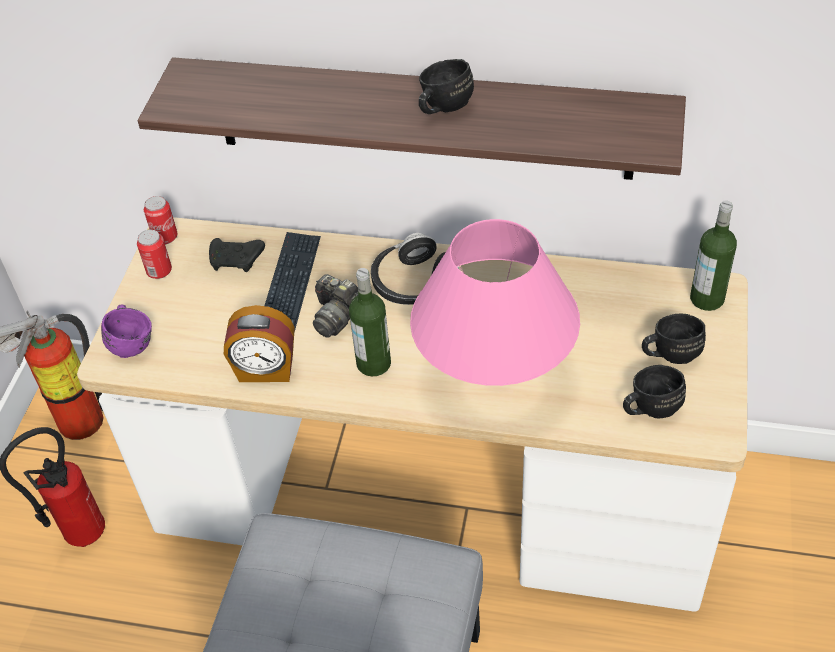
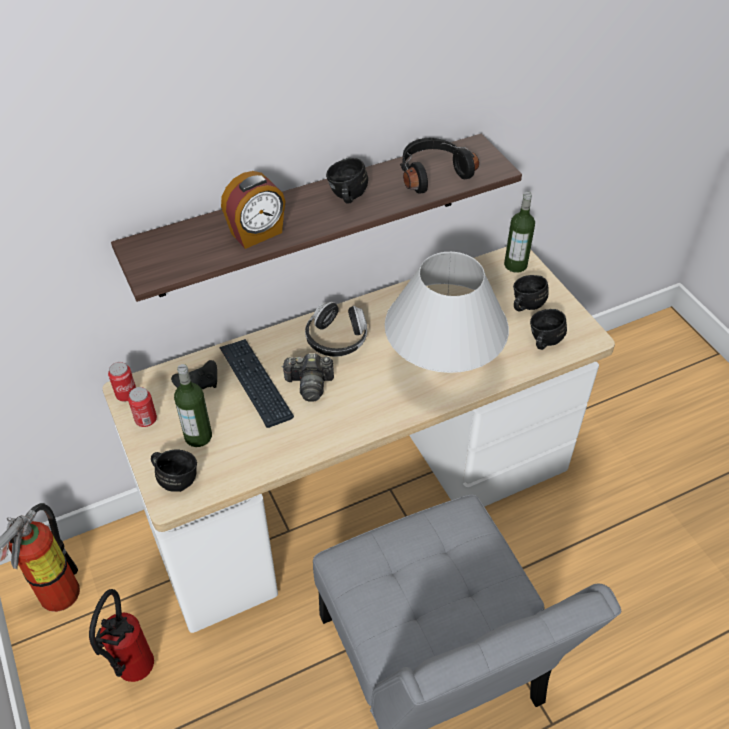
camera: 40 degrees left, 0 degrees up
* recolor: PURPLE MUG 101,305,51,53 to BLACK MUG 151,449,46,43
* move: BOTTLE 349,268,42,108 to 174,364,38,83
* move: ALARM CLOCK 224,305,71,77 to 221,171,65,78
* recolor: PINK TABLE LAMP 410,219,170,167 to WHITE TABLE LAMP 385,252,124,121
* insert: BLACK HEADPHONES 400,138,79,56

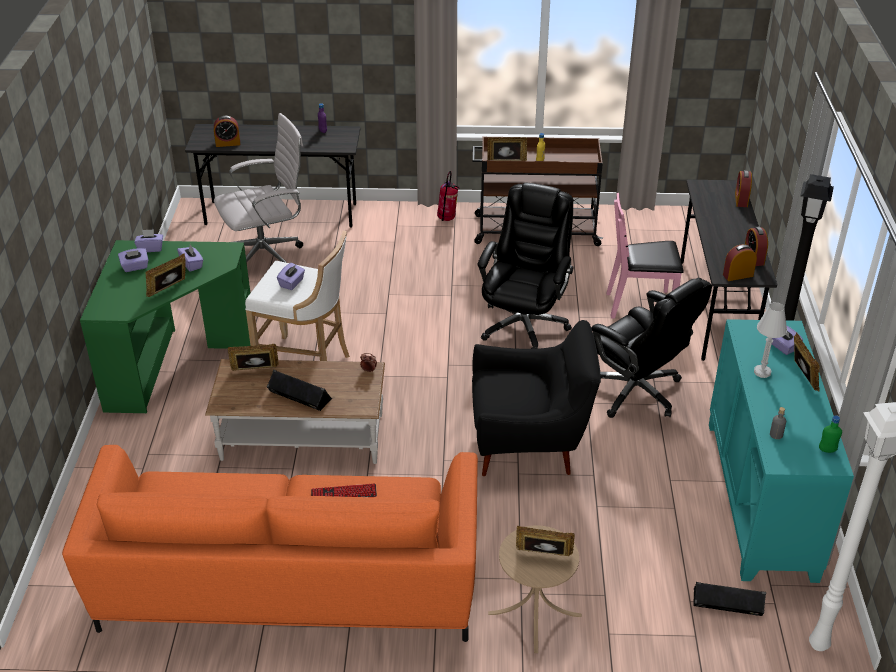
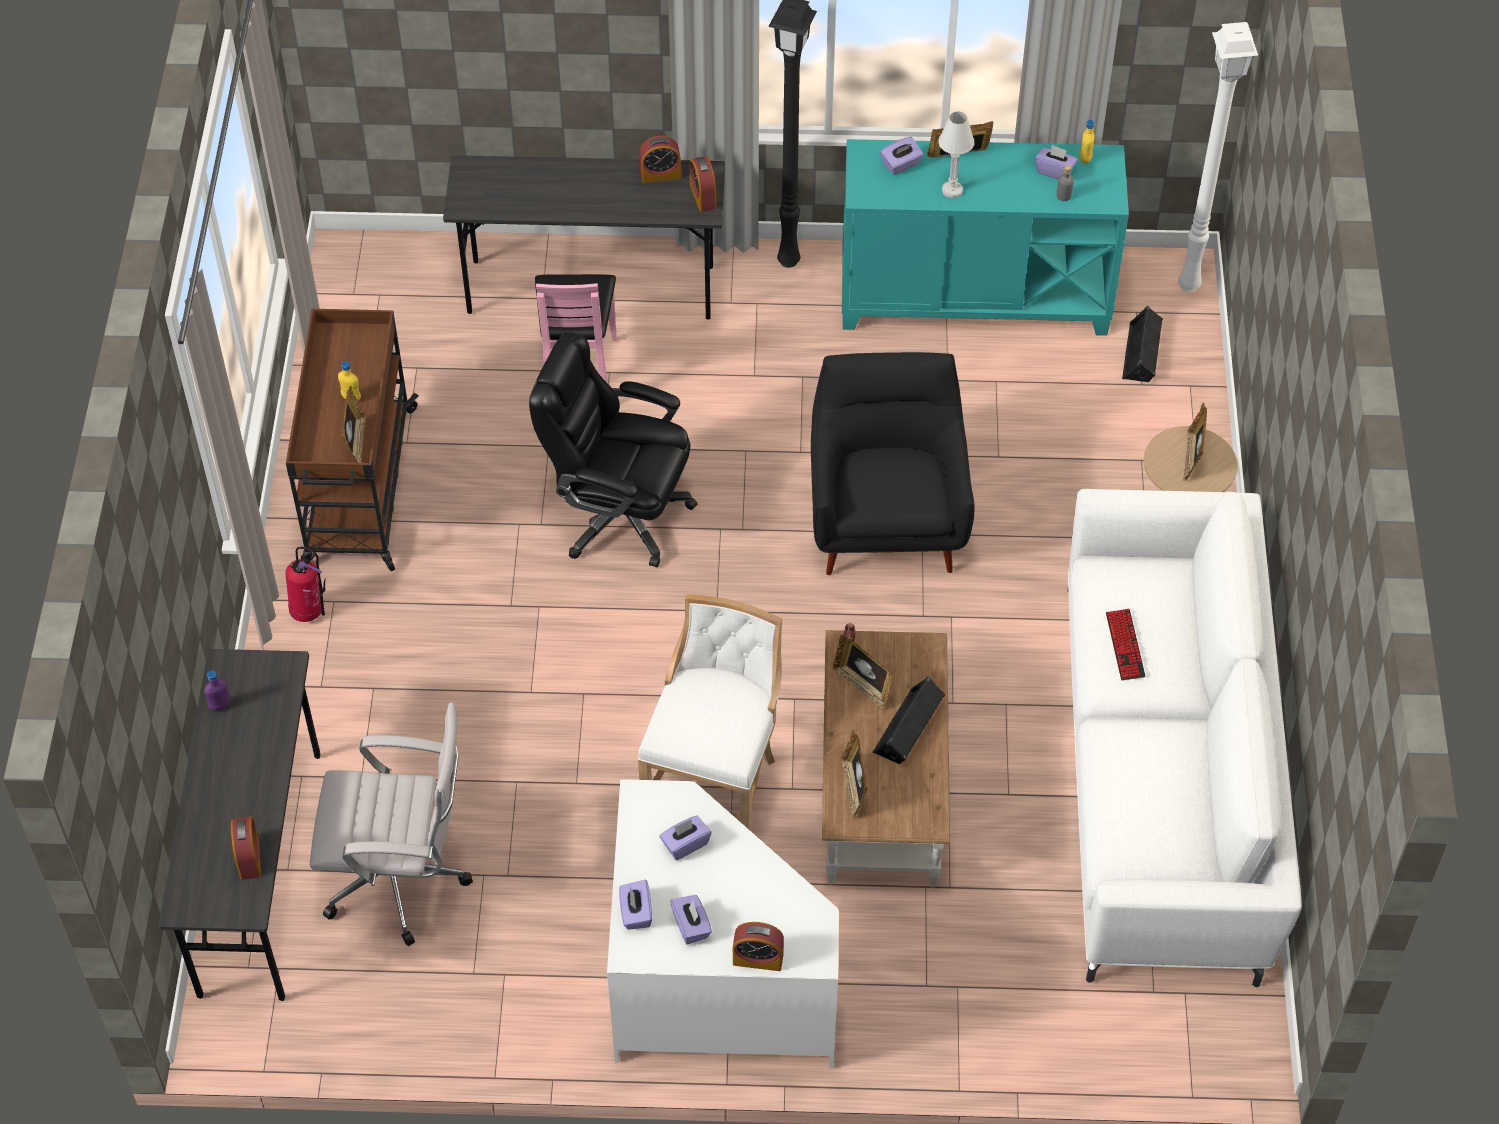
camera: 90 degrees left, 15 degrees up
* rotate: WHITE OFFICE CHAIR 214,113,89,150 = 310,703,163,243 120 degrees clockwise
* recolor: GREEN DESK 80,240,170,173 to WHITE DESK 607,779,232,290
* move: ALARM CLOCK 735,170,17,37 to 733,922,51,49
* move: PICTURE FRAME 145,253,41,44 to 833,635,59,75
* move: PURPLE TISSUE BOX 277,263,28,27 to 1035,145,43,34
* recolor: ORANGE SOFA 62,445,416,197 to WHITE SOFA 1067,489,235,498
* recolor: GREEN BOTTLE 819,415,23,38 to YELLOW BOTTLE 1080,120,15,44
* delete: BLACK OFFICE CHAIR 592,278,120,140

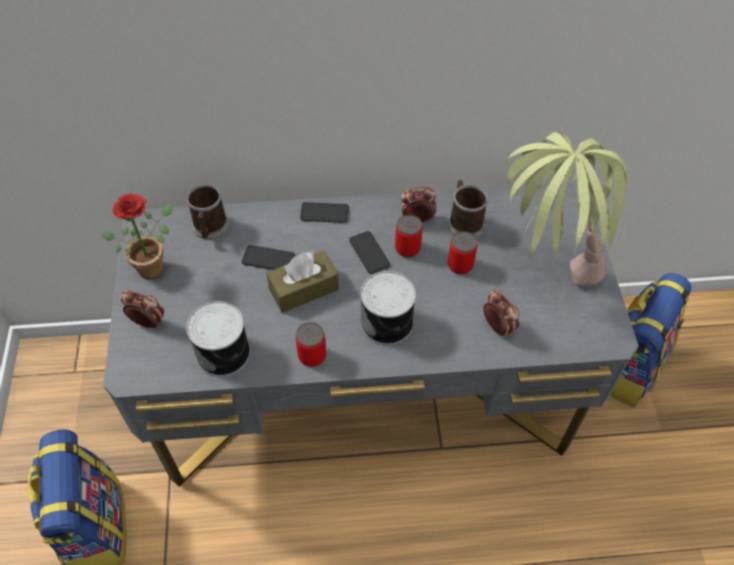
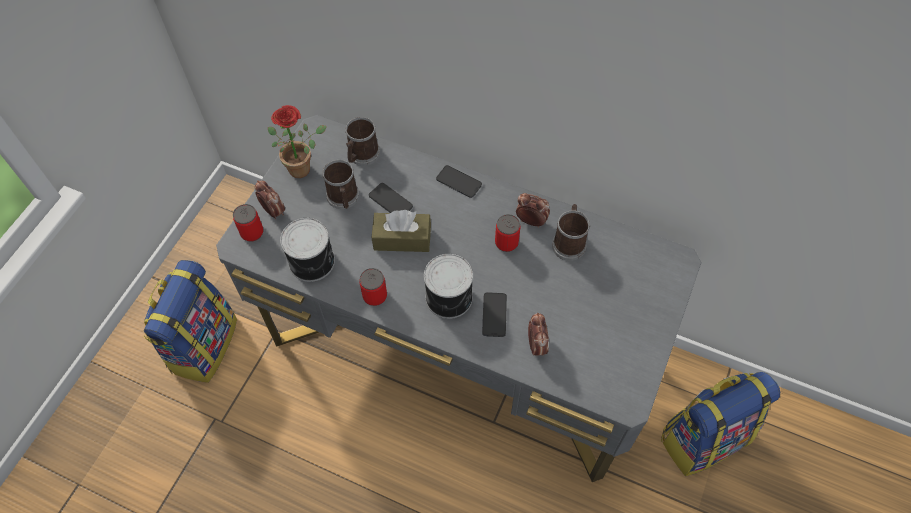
camera: 30 degrees right, 5 degrees up
* move: CAN 448,231,29,43 to 233,204,30,38
* insert: MUG 323,160,37,49
* move: PHONE 349,231,41,43 to 482,292,25,45
* delete: POTTED PLANT 505,132,124,154

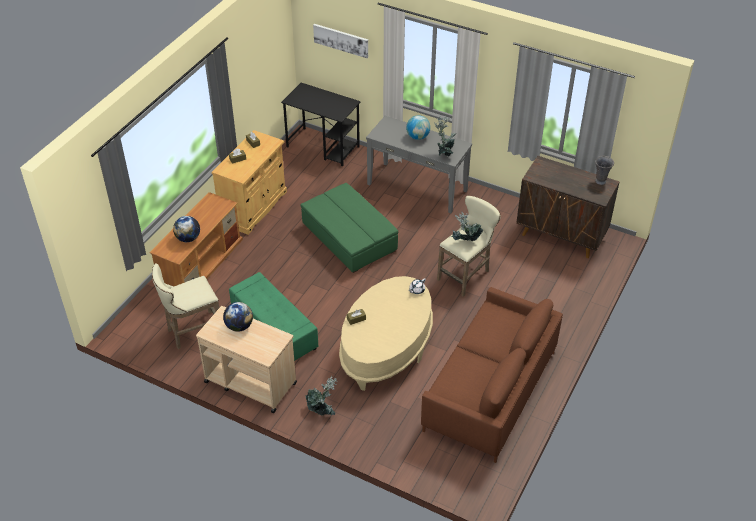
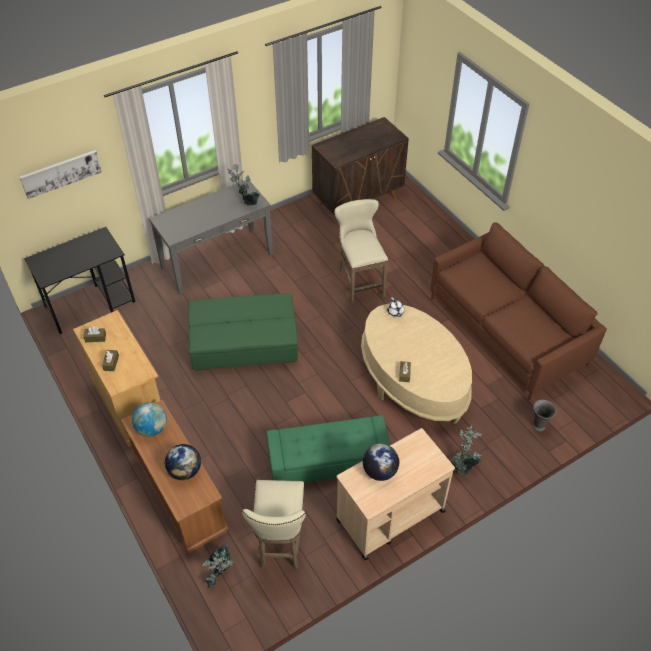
camera: 60 degrees left, 5 degrees up
* move: GLOBE 406,115,24,25 to 132,402,35,35
* move: POTTED PLANT 451,212,32,29 to 202,545,32,43
* move: GREY VASE 595,156,19,29 to 532,400,24,32

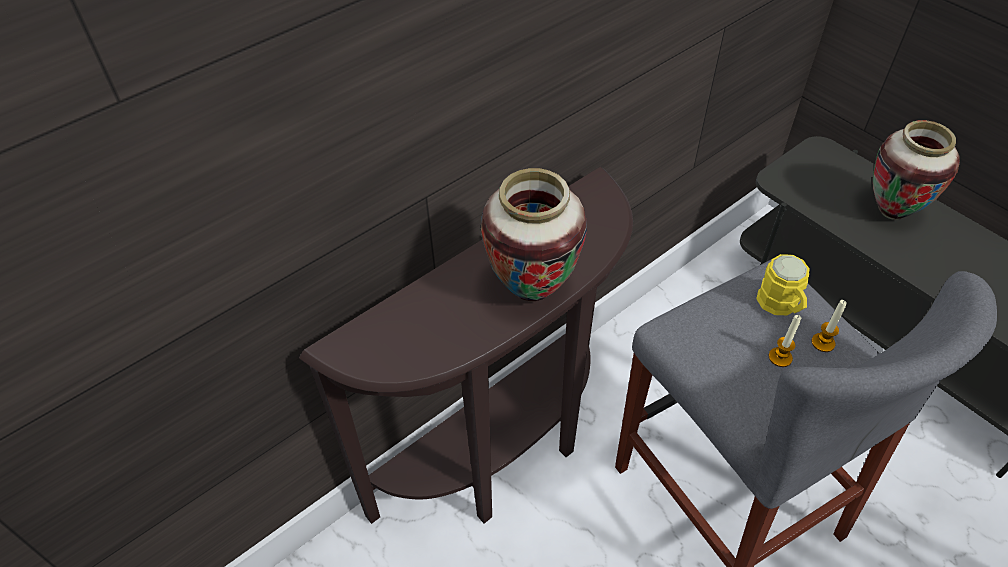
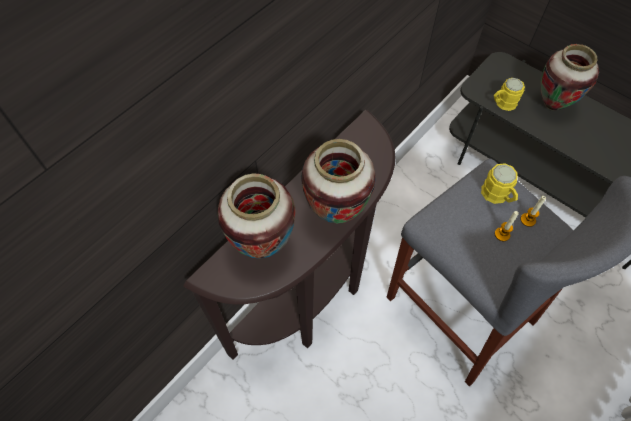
camera: 10 degrees left, 10 degrees up
* insert: VASE 217,174,79,84
* insert: YELLOW MUG 494,78,31,33

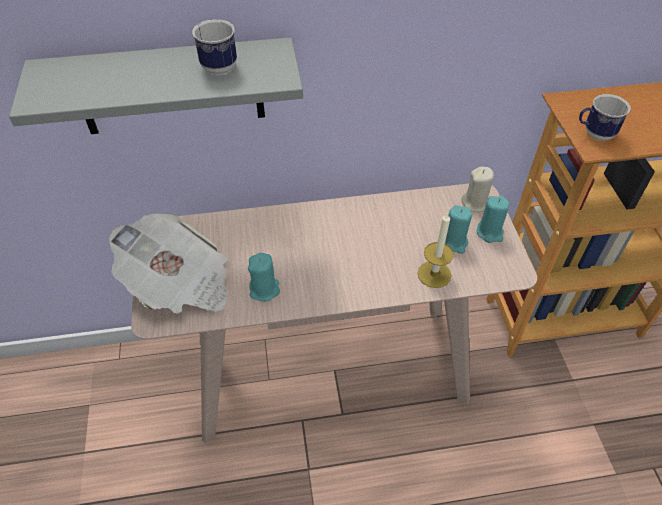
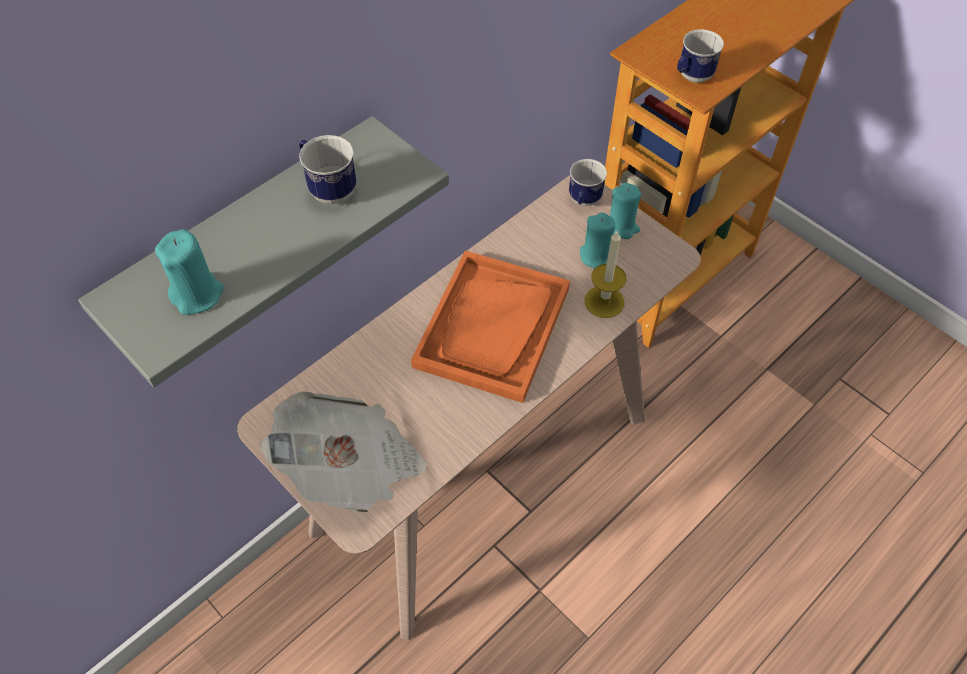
camera: 35 degrees left, 5 degrees up
* move: TURQUOISE CANDLE 248,253,32,49 to 155,229,69,86
* insert: ORANGE TRAY 411,251,159,152
* replace: BEIGE CANDLE 461,166,33,46 to MUG 569,159,38,47

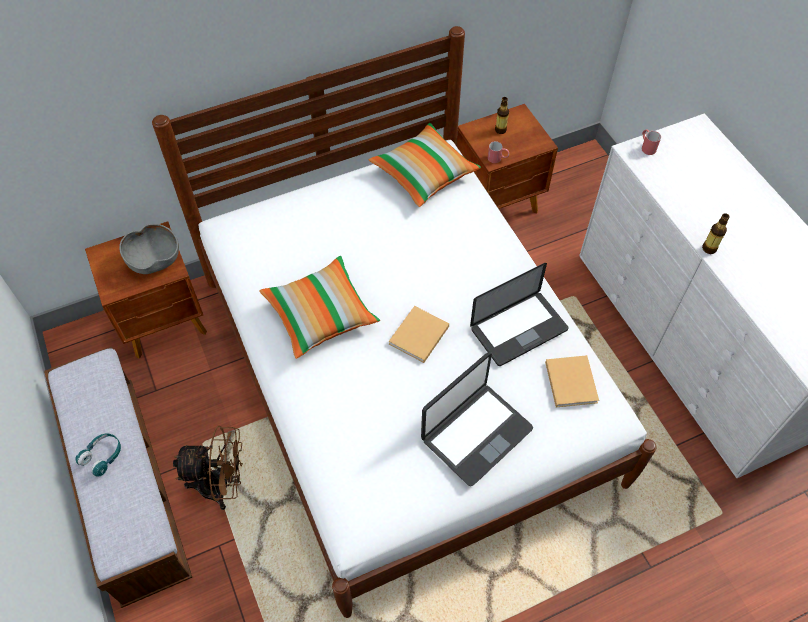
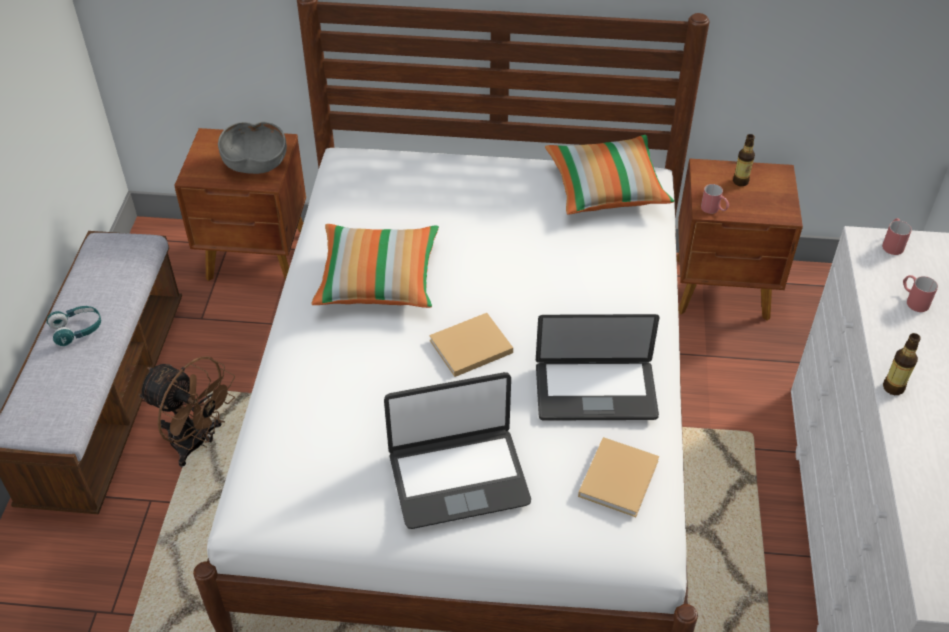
camera: 30 degrees right, 10 degrees down
* insert: RED MUG 903,275,35,37

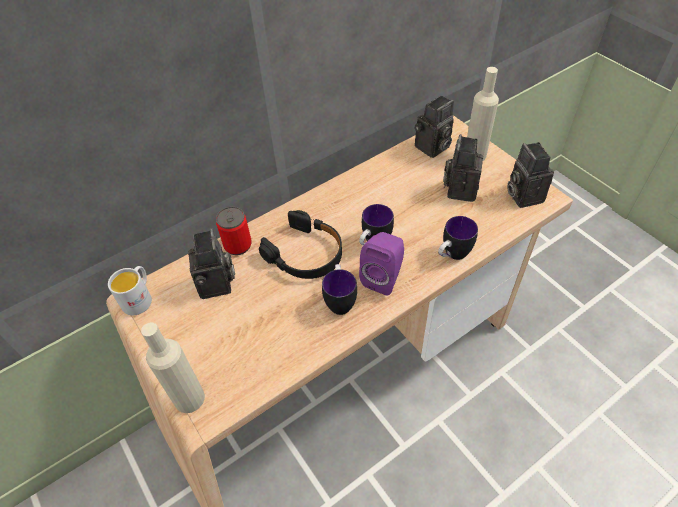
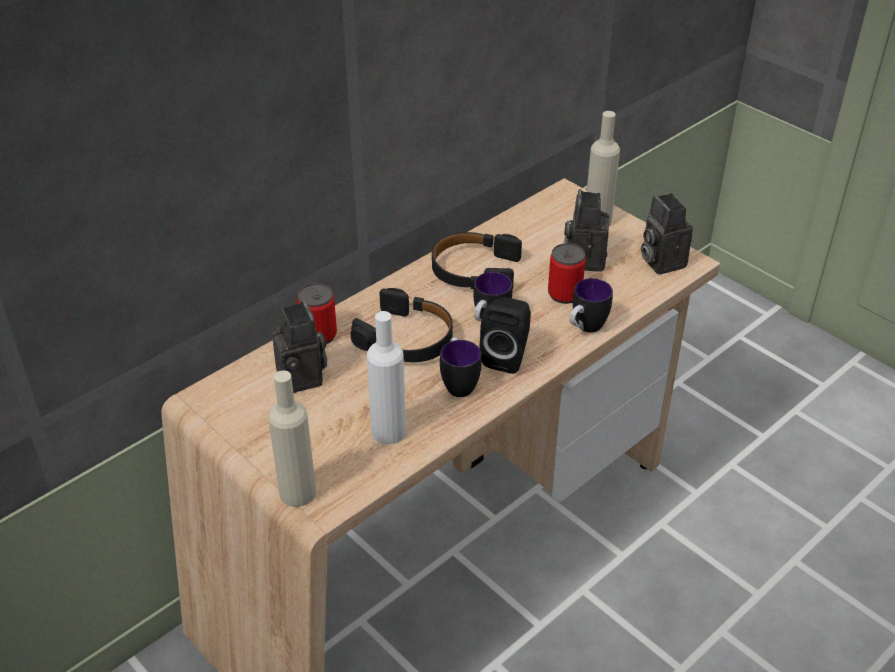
camera: 10 degrees left, 10 degrees down
* insert: WHITE BOTTLE 367,311,39,133
* insert: BLACK HEADPHONES 432,232,90,58
* recolor: PURPLE SPEAKER 359,232,45,64 to BLACK SPEAKER 479,297,52,77
* insert: CAN 548,243,38,61
* delete: WHITE MUG 108,266,44,49
* delete: PHOTO CAMERA 415,95,39,63

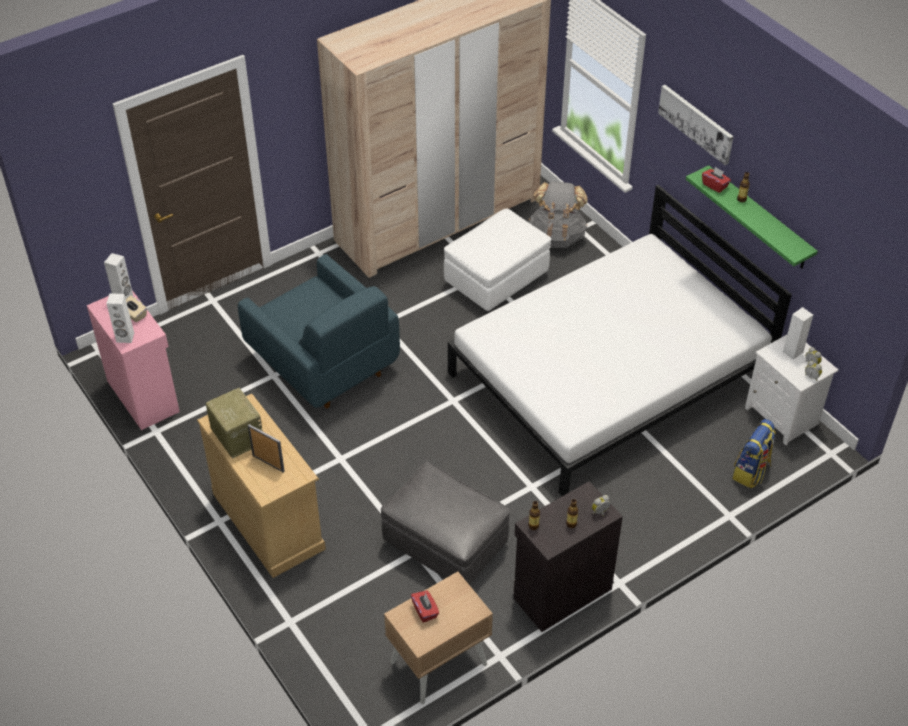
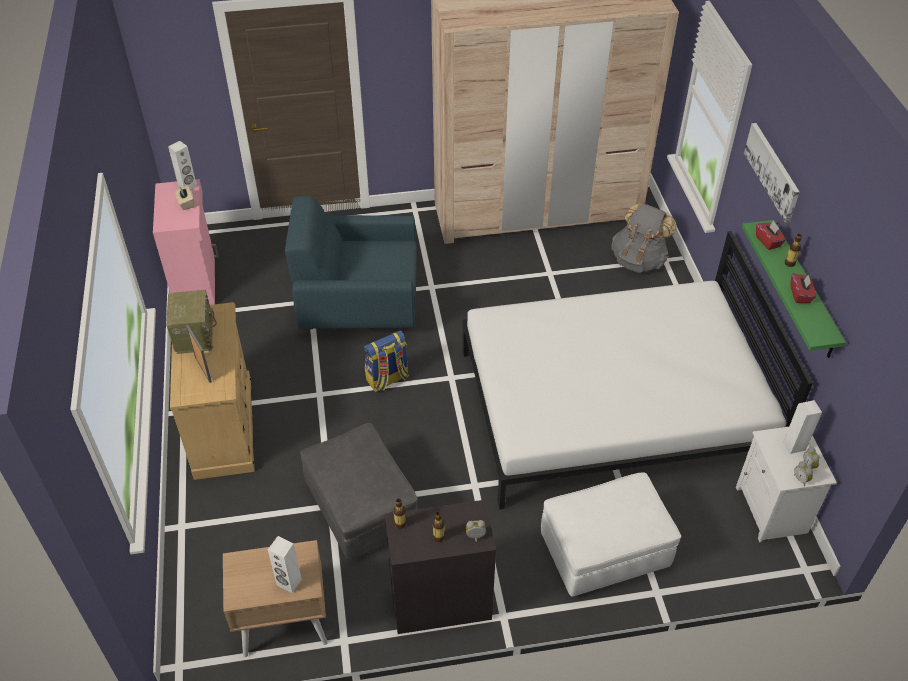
camera: 25 degrees right, 0 degrees up
* move: WHITE SPEAKER 106,293,28,50 to 268,536,34,57
* rotate: BLUE ARMCHAIR 238,254,162,155 = 285,196,132,133 105 degrees clockwise
* move: BACKPACK 732,419,44,69 to 364,331,45,61
* move: WHITE OTTOMAN 444,208,108,103 to 541,472,140,125
* move: RED TISSUE BOX 411,590,28,33 to 790,273,26,30

